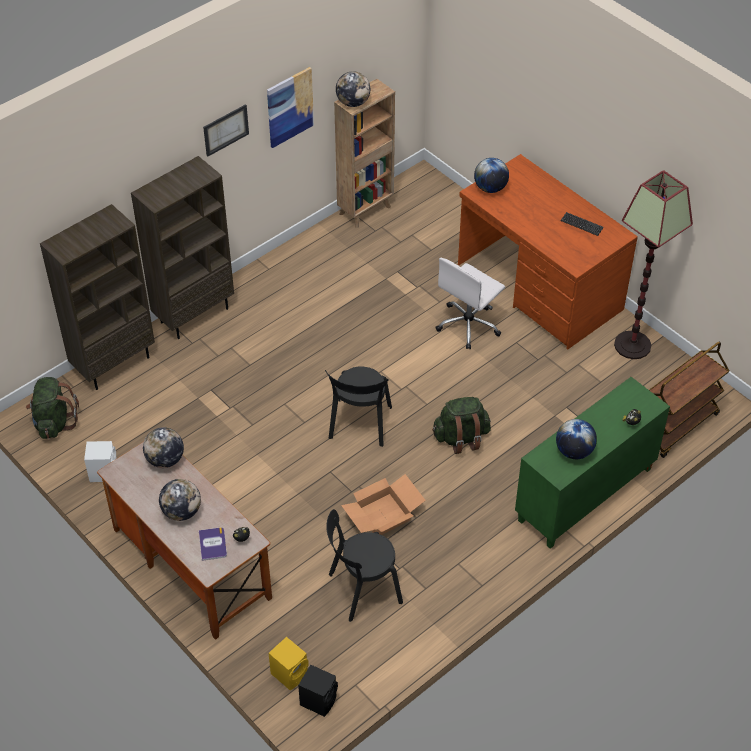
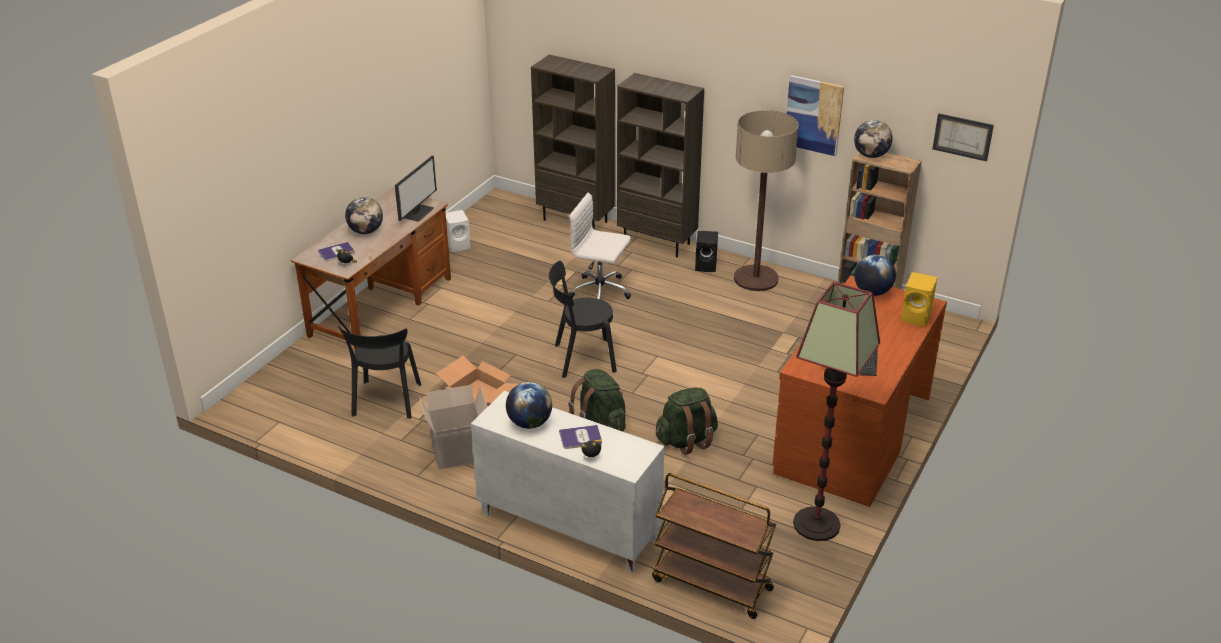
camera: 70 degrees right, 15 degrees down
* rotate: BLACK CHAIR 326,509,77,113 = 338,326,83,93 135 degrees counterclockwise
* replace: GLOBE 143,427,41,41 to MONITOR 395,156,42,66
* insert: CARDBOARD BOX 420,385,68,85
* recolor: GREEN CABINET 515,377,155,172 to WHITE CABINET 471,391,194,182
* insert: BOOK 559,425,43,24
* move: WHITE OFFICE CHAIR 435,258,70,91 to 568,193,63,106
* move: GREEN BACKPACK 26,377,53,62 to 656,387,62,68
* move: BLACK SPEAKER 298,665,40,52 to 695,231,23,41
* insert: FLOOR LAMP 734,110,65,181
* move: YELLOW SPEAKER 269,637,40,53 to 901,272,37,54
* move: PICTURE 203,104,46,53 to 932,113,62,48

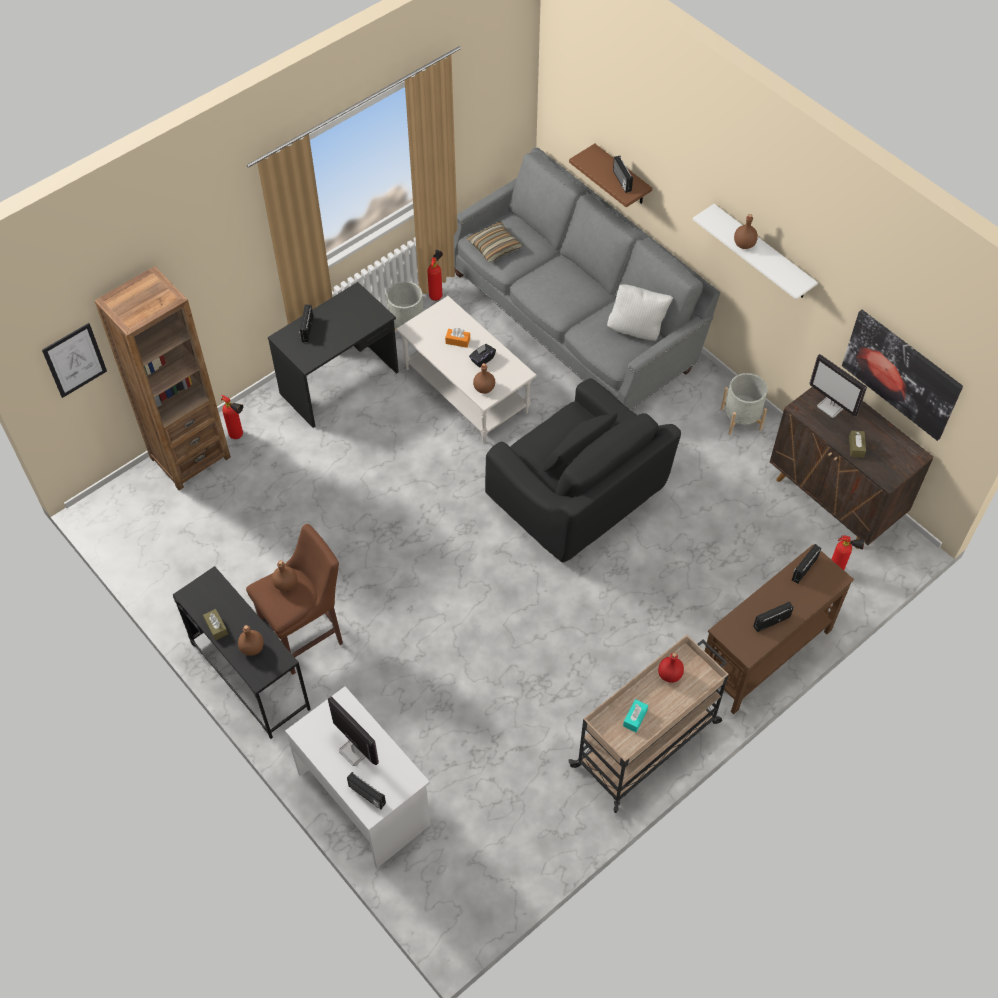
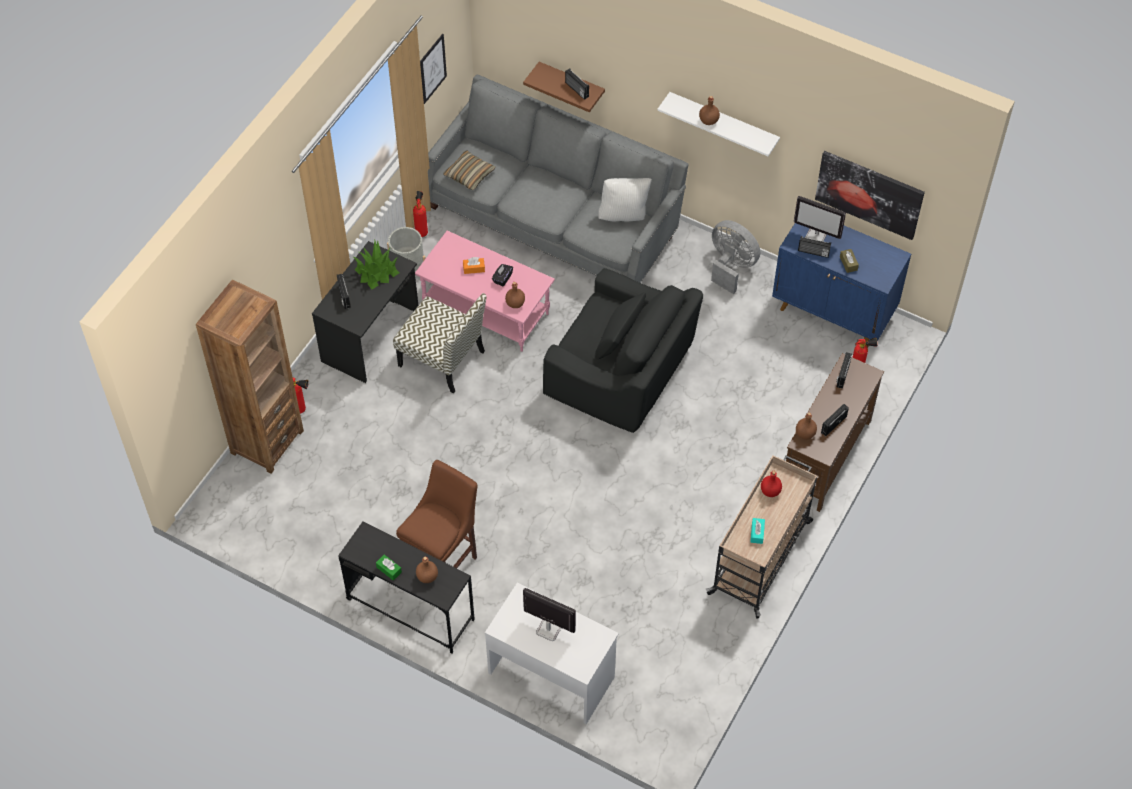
camera: 20 degrees left, 0 degrees up
* insert: POTTED PLANT 354,240,45,49
* recolor: BROWN TISSUE BOX 203,609,25,32 to GREEN TISSUE BOX 376,555,26,26
* insert: CHAIR 393,293,94,101
* recolor: WHITE COFFEE TABLE 396,296,141,147 to PINK COFFEE TABLE 415,231,140,121
* move: PICTURE 42,323,65,75 to 420,34,27,70
* replace: GREY PLANTER 721,373,47,62 to GREY FAN 711,220,50,74
* recolor: BROWN CABINET 770,387,164,162 to BLUE CABINET 772,223,139,125
* move: BROWN BOTTLE 272,560,25,31 to 796,413,21,27
* move: RADIO 347,772,39,38 to 798,236,33,22

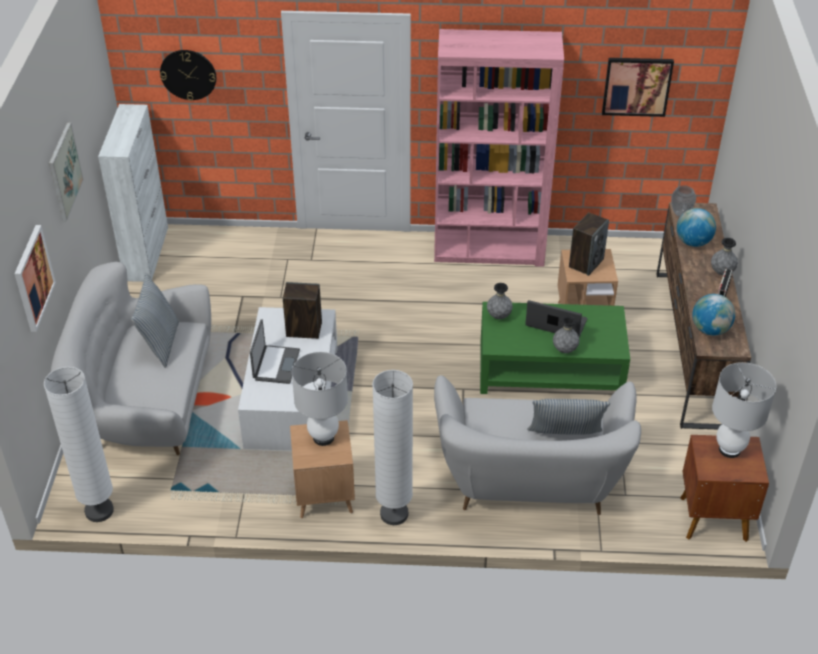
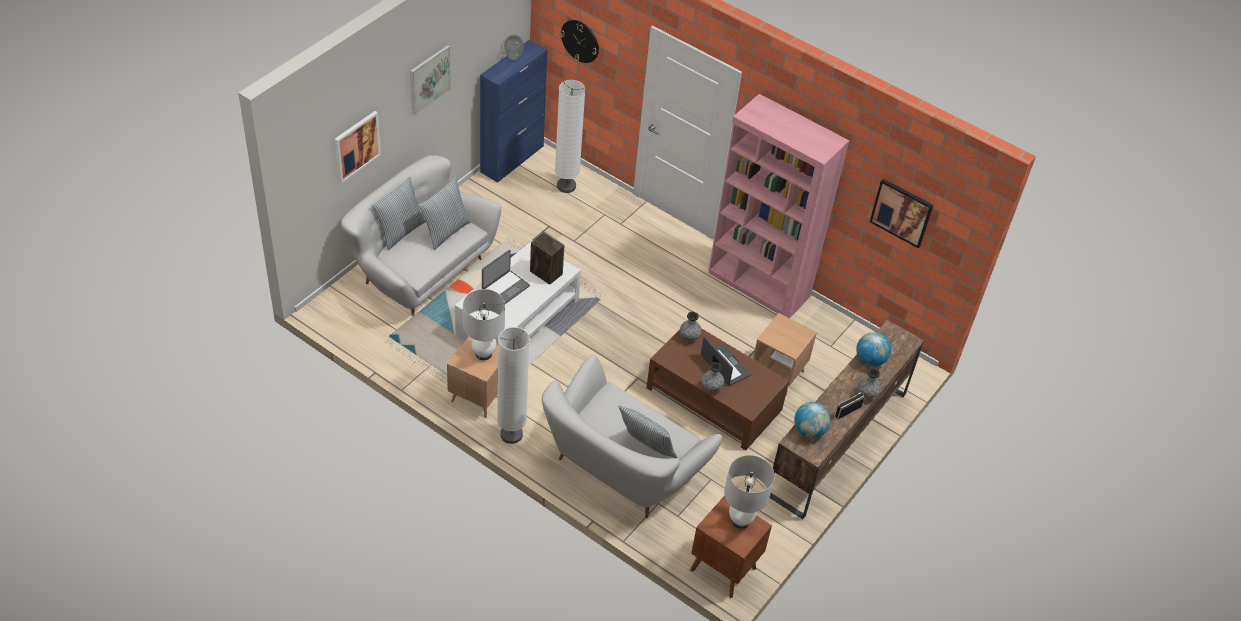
camera: 30 degrees right, 5 degrees up
* insert: PILLOW 372,177,54,73
* recolor: WHITE CABINET 98,104,70,178 to BLUE CABINET 480,40,68,142
* move: VASE 671,185,25,32 to 504,35,20,25
* move: WHITE FLOOR LAMP 44,367,70,155 to 555,80,30,113
* recolor: GREEN COFFEE TABLE 480,302,150,92 to BROWN COFFEE TABLE 646,328,143,122
* delete: SPEAKER 569,212,40,64

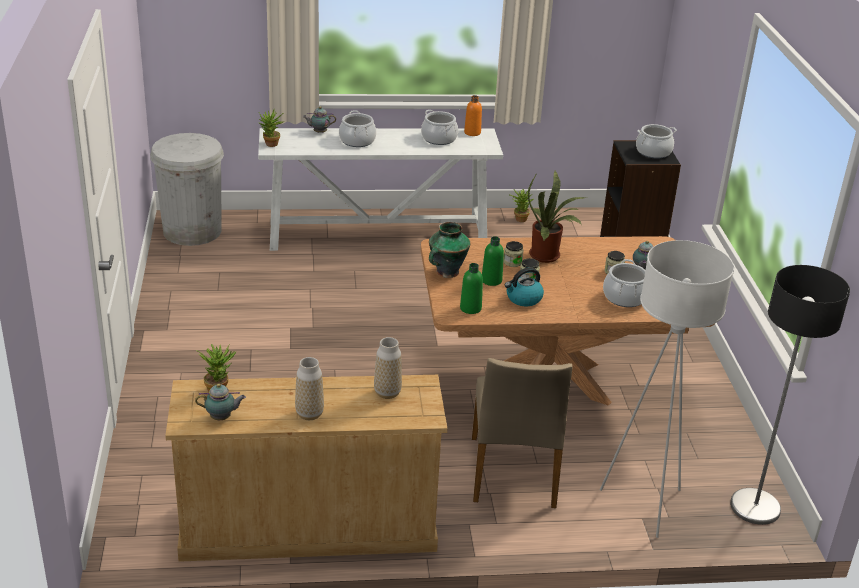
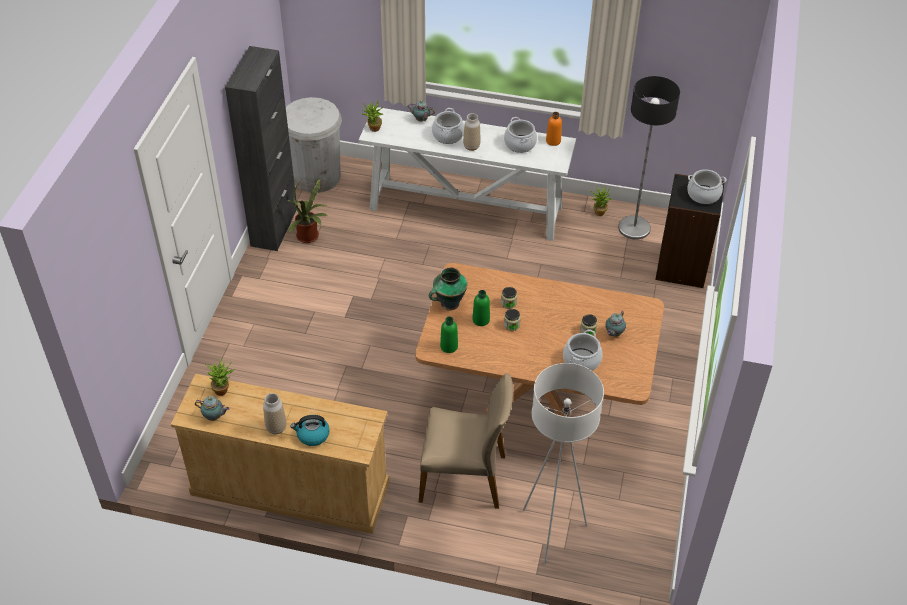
camera: 20 degrees right, 15 degrees up
* insert: BLACK CABINET 225,46,72,205
* move: POTTED PLANT 528,171,58,92 to 288,179,41,64
* move: KETTLE 505,267,39,39 to 290,415,40,31
* rotate: BEIGE CHAIR 472,358,101,150 = 419,373,94,136 105 degrees counterclockwise
* move: VASE 374,337,28,62 to 463,113,18,38
* move: FLOOR LAMP 730,265,120,260 to 618,76,62,164

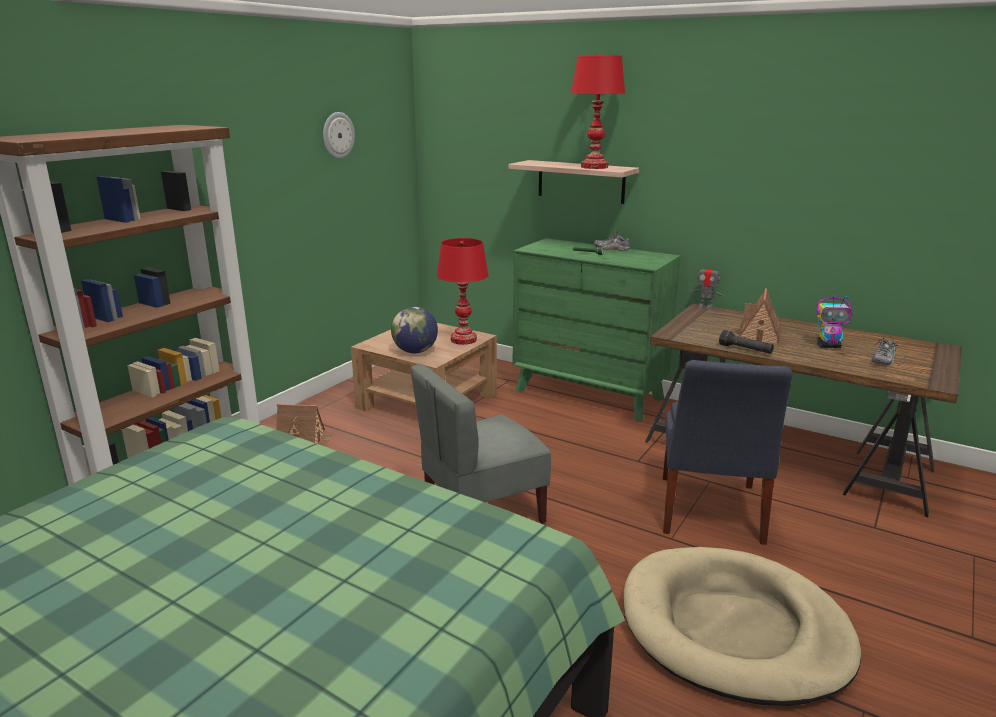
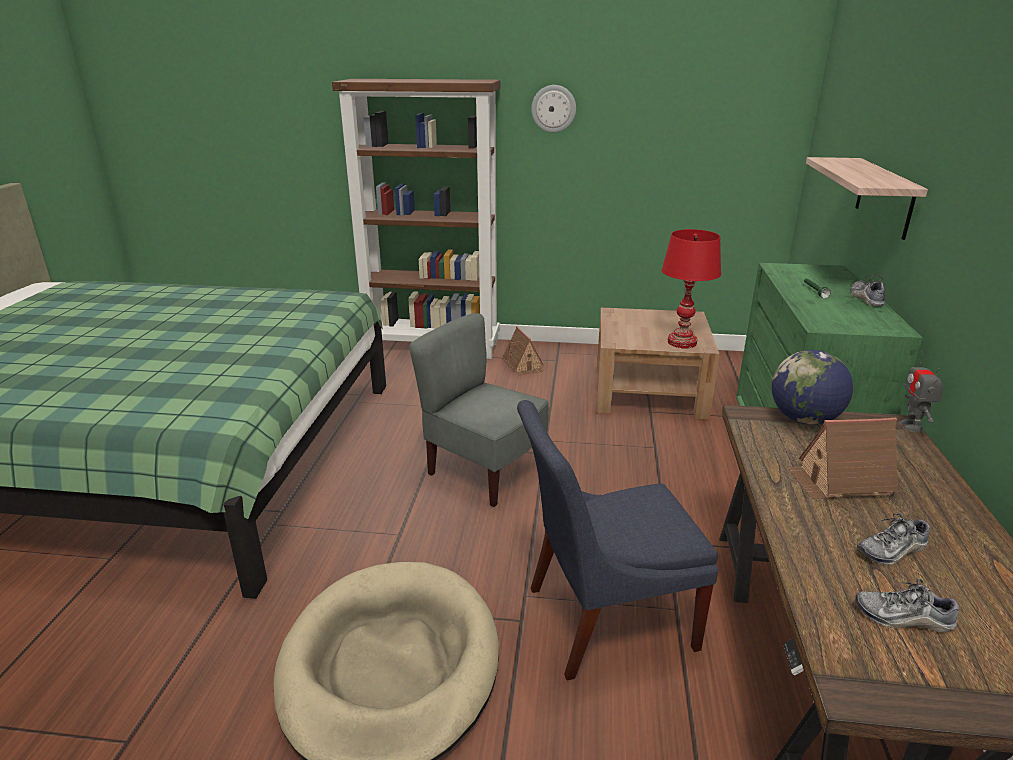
camera: 65 degrees right, 5 degrees up
* move: WALL CLOCK 323,112,32,47 to 531,85,45,48
* move: GLOBE 391,307,47,46 to 772,350,81,75
* replace: TOY ROBOT 816,295,36,53 to SHOE 857,513,73,52
* delete: RED TABLE LAMP 571,54,54,115
* delete: BLACK FLASHLIGHT 719,330,55,24

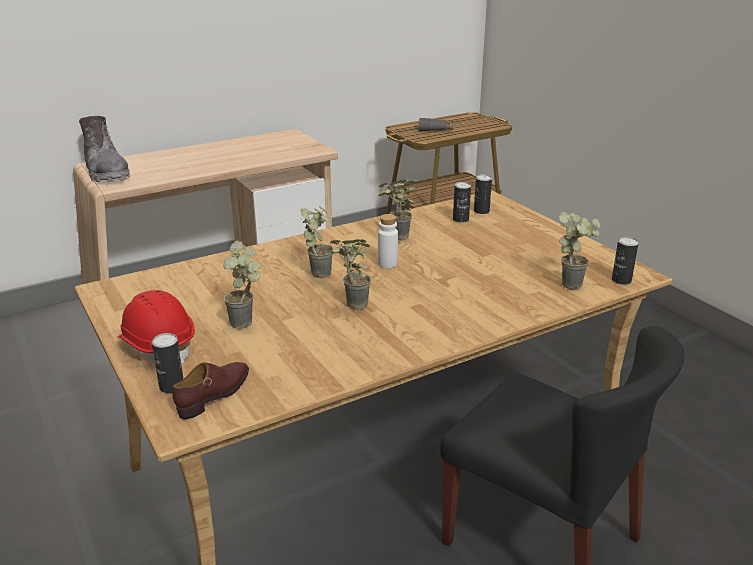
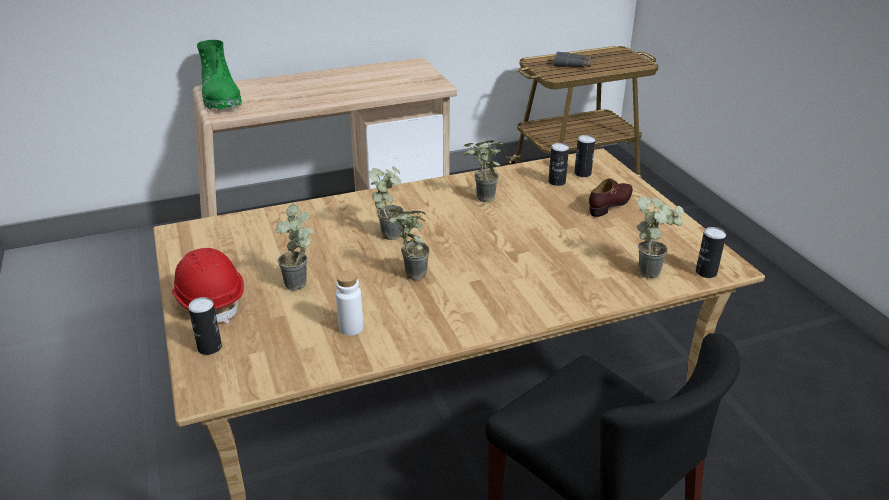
camera: 10 degrees right, 5 degrees up
* recolor: GREY BOOT 79,116,51,67 to GREEN BOOT 197,40,45,71
* move: WHITE BOTTLE 378,214,20,54 to 336,270,27,66
* move: BROWN SHOE 173,362,76,57 to 589,178,44,39

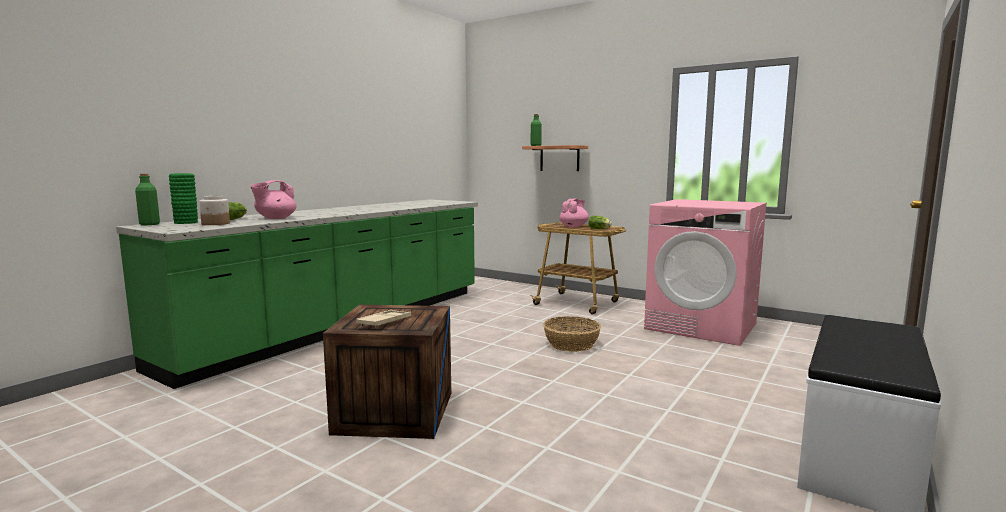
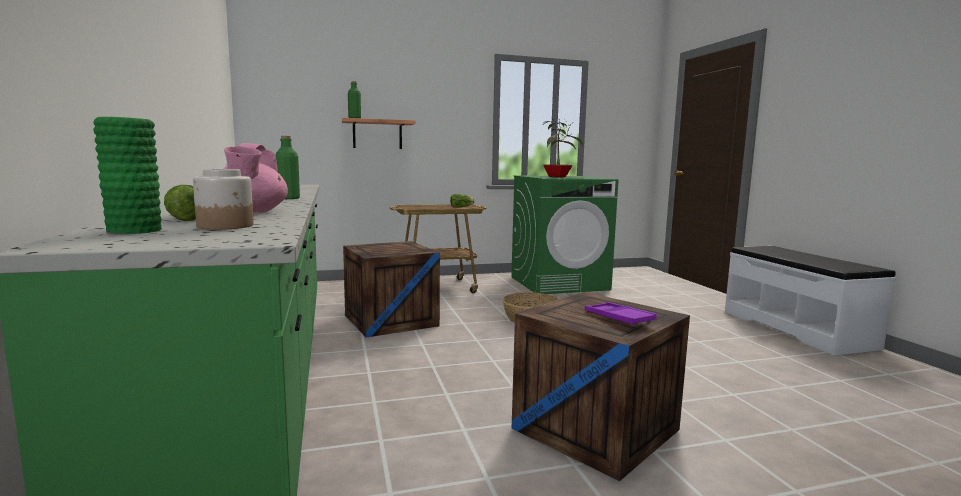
camera: 50 degrees left, 0 degrees up
* move: GREEN BOTTLE 135,174,25,51 to 275,136,25,63
* insert: CRATE 343,241,97,97
* recolor: PINK WASHING MACHINE 644,199,123,147 to GREEN WASHING MACHINE 511,175,107,119
* insert: POTTED PLANT 543,118,40,59
* recolor: BEIGE TRAY 356,310,55,18 to PURPLE TRAY 585,302,72,24
* delete: PINK TEAPOT 559,199,30,28

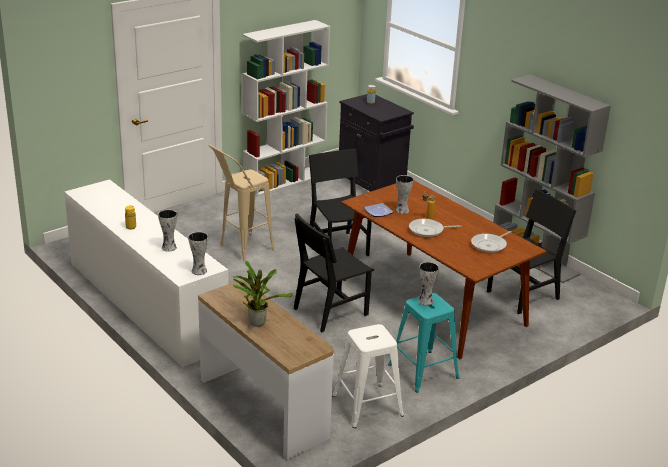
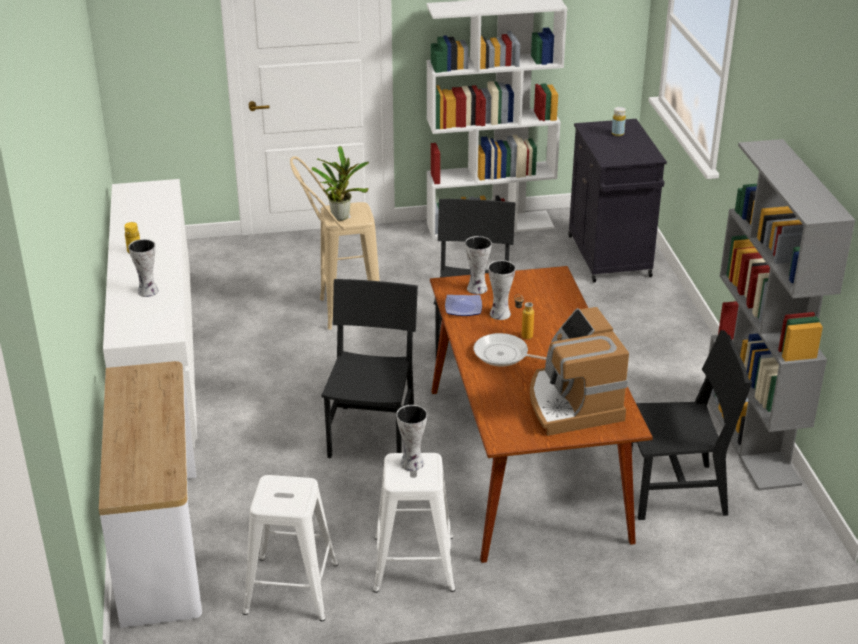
camera: 30 degrees right, 5 degrees up
* move: POTTED PLANT 233,261,60,65 to 312,146,57,75
* rotate: BLACK CHAIR 294,213,80,119 = 321,279,97,179 105 degrees clockwise
* recolor: TURQUOISE STOOL 388,293,72,99 to WHITE STOOL 373,453,82,140
* move: VASE 188,232,20,43 to 465,236,27,58
* replace: FRYING PAN 471,231,41,22 to COFFEE MACHINE 530,307,99,129

